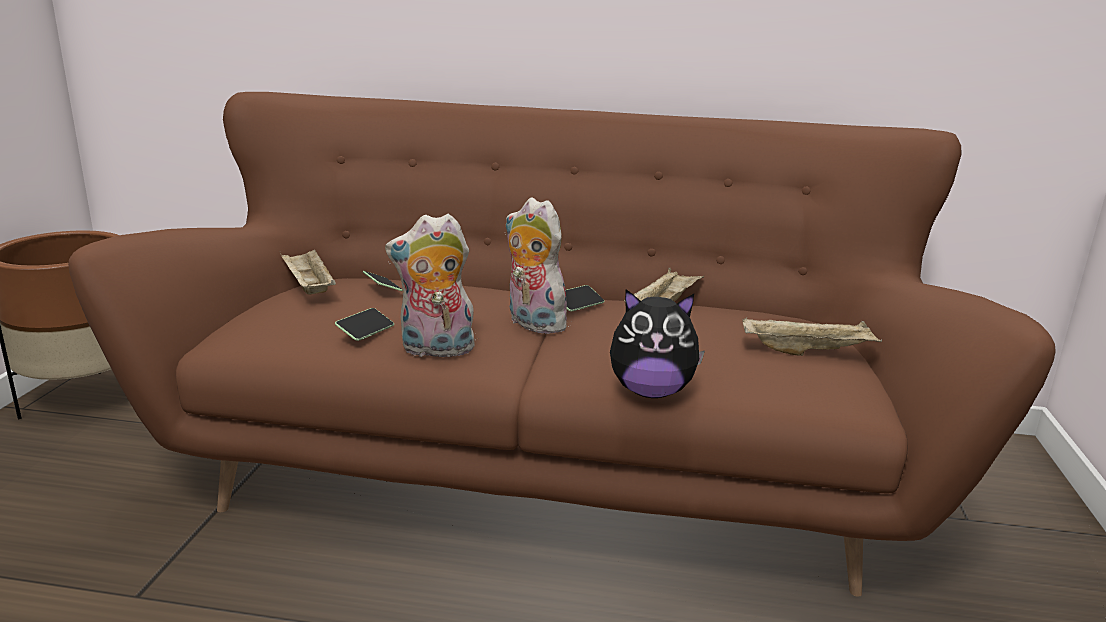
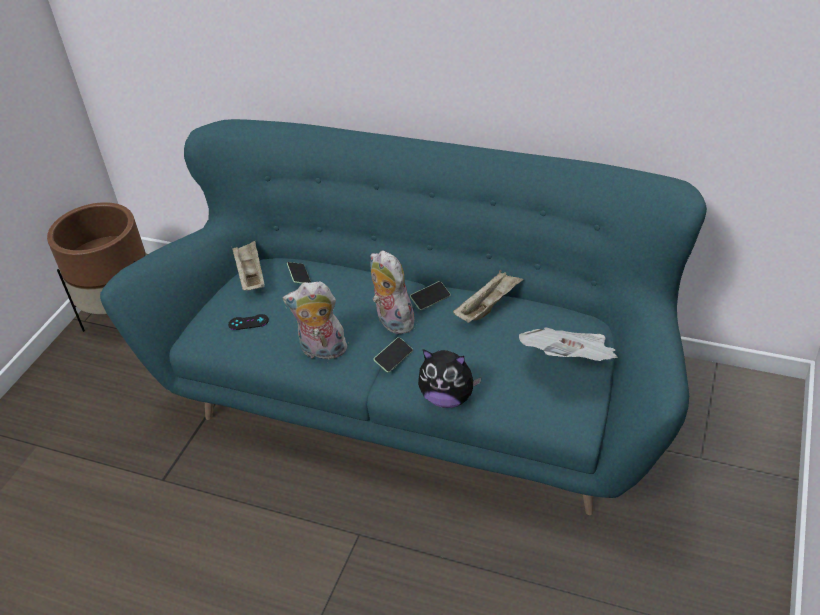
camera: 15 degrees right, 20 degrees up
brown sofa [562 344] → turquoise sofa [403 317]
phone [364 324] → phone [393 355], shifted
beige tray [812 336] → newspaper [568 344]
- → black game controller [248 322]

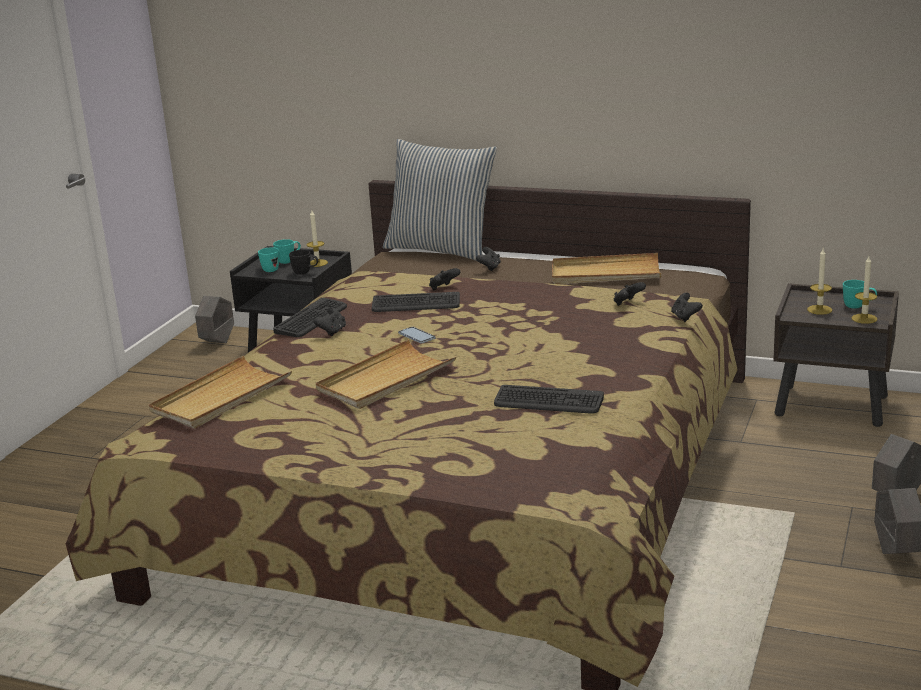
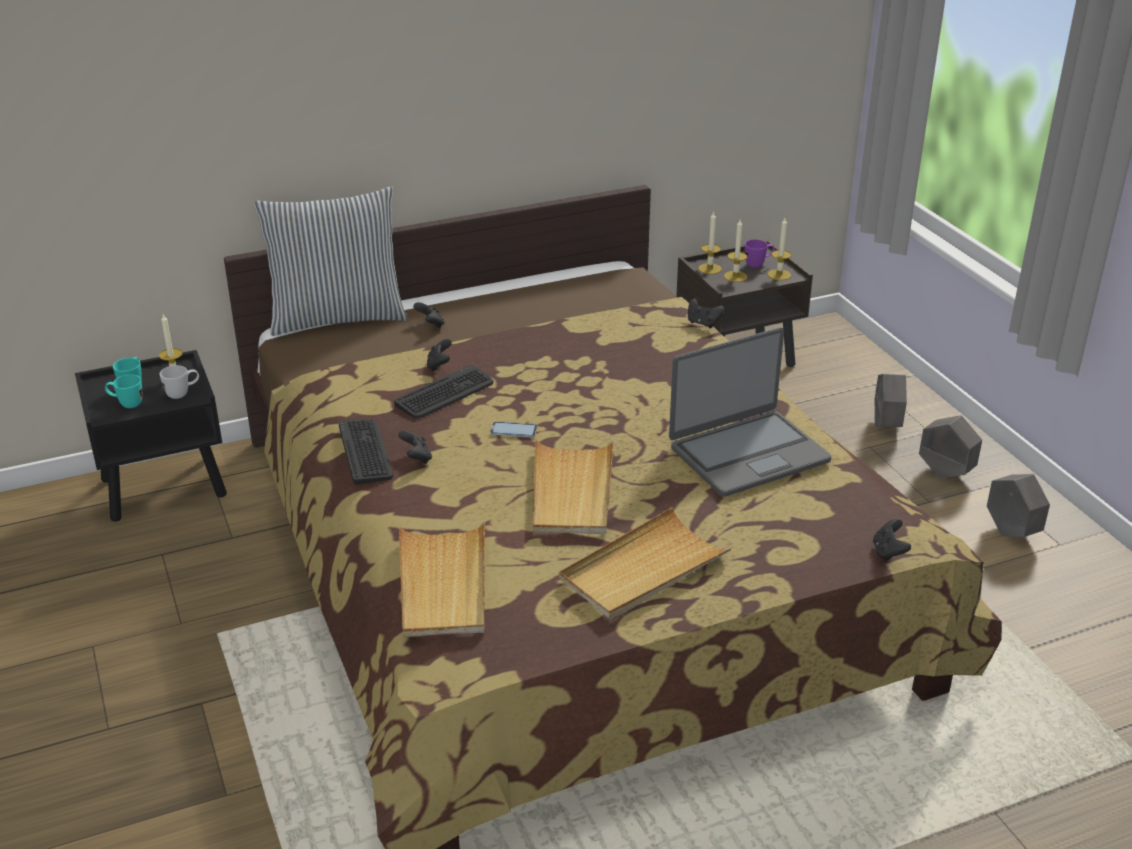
camera: 45 degrees left, 10 degrees up
black mug [303 262] → white mug [179 382]
beige tray [606 268] → beige tray [645 563], shifted
turquoise mug [860 294] → purple mug [760 253]
black game controller [630 294] → black game controller [892 540], shifted
grey planter [214 319] → grey planter [1018 505], shifted
keyboard [549 399] → laptop [750 412]
- → candle [709 242]

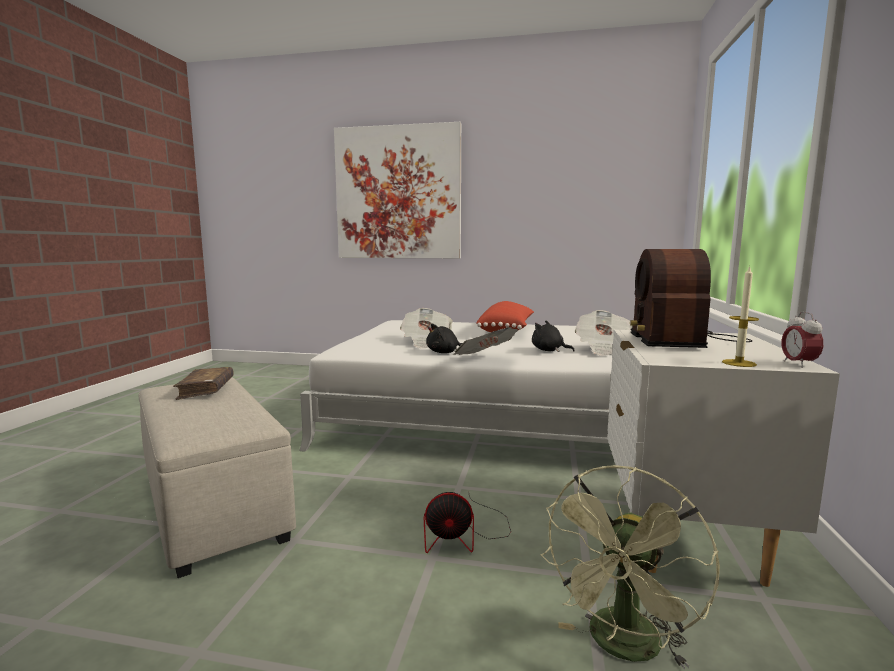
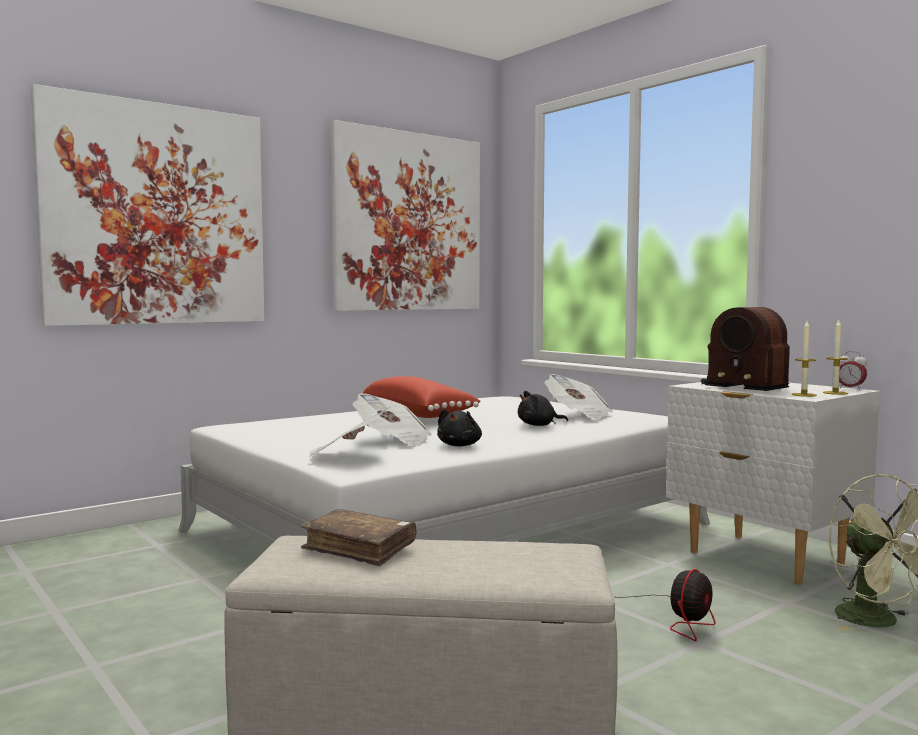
camera: 50 degrees left, 5 degrees down
newspaper [485 341] → newspaper [350 432], shifted
- → picture [405 215]
- → candle [804 359]

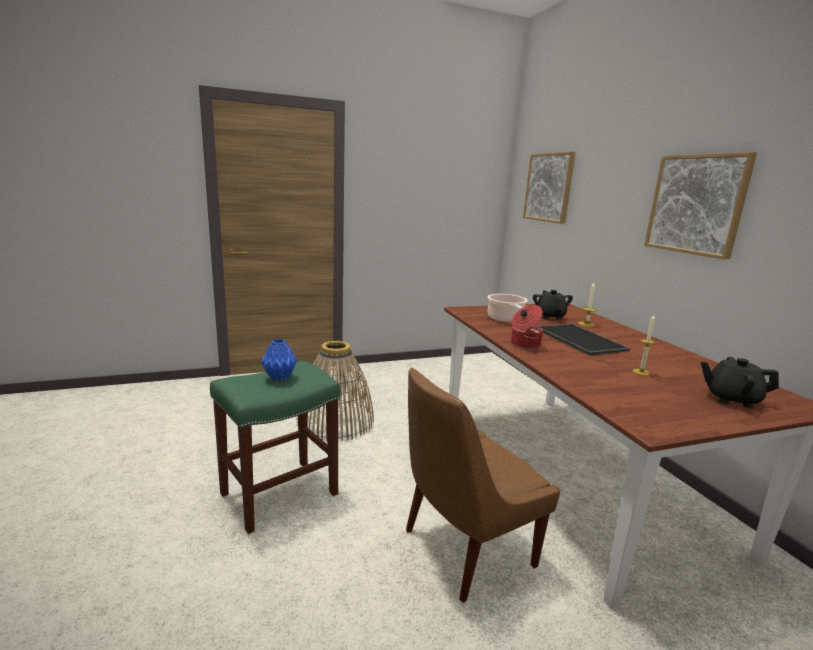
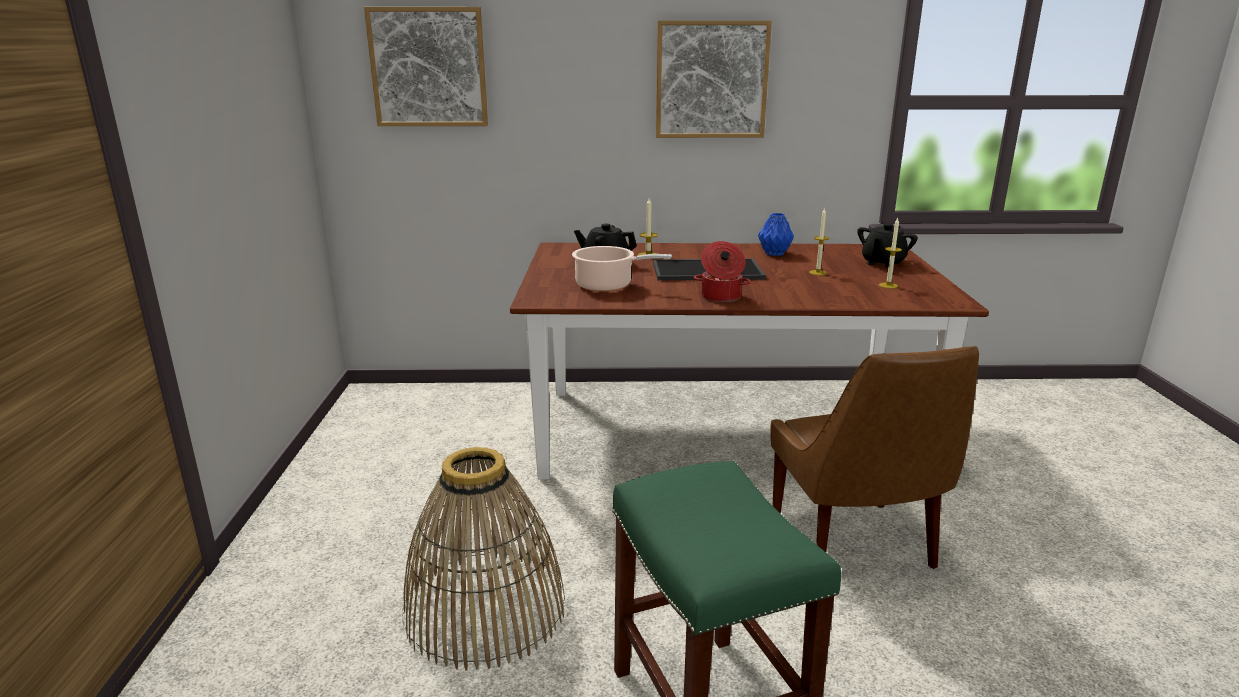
camera: 70 degrees left, 5 degrees up
blue vase [279 360] → blue vase [776 234], shifted
- → candle [890 253]

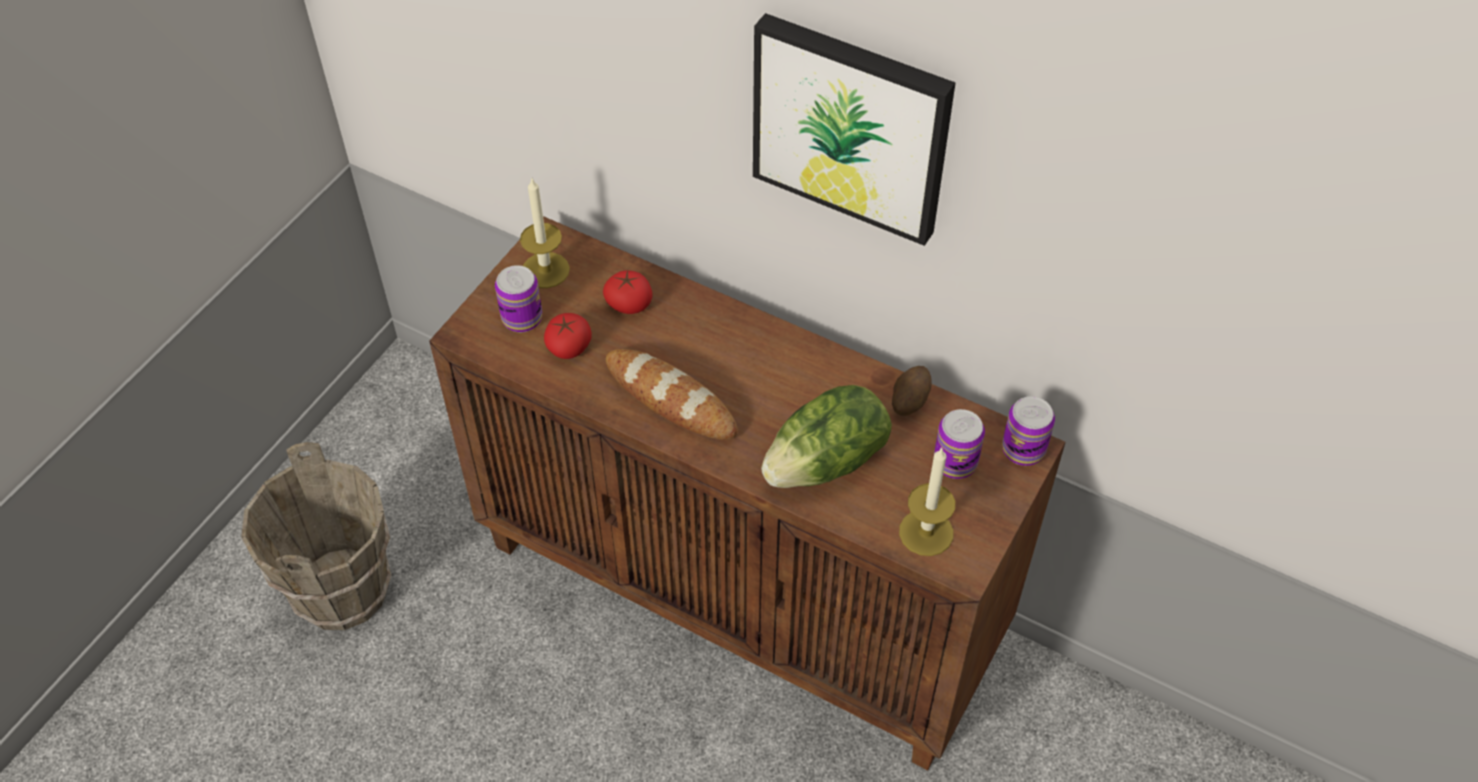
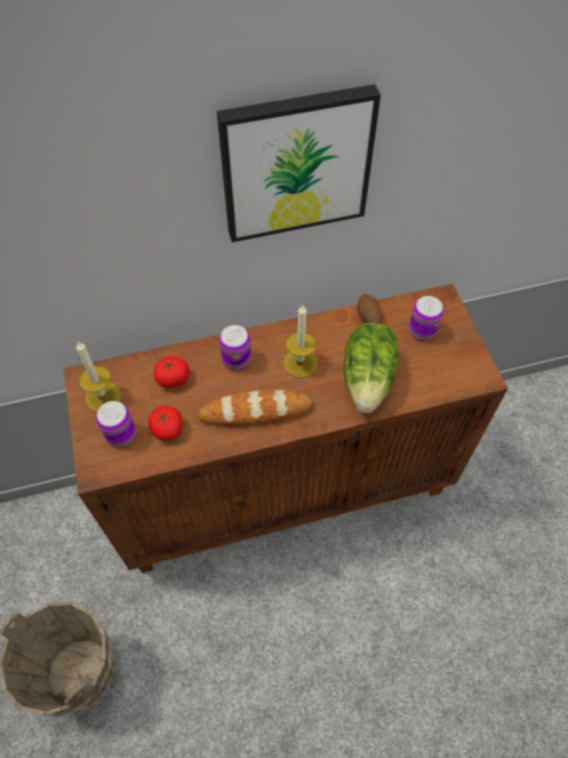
camera: 45 degrees left, 5 degrees up
can [1028 431] → can [235 348], shifted
candle [927 502] → candle [300 341], shifted

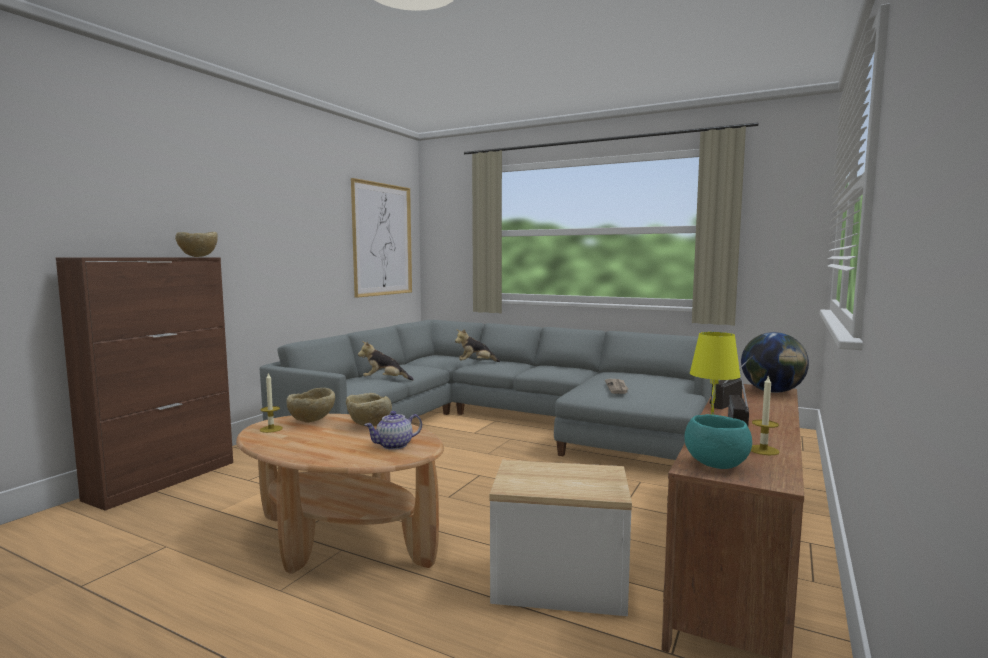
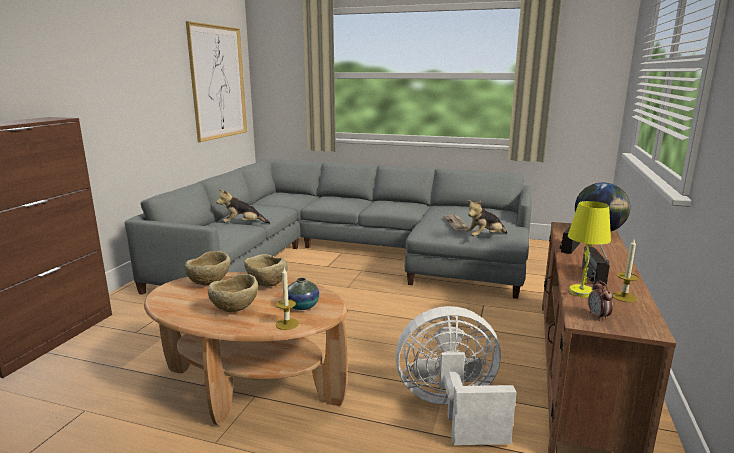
camera: 10 degrees left, 10 degrees up
beige bowl [196 244] → beige bowl [233 293], shifted
plush toy [477 345] → plush toy [486 218], shifted
candle [271 403] → candle [287 299], shifted
teapot [393 430] → vase [303 294]
turquoise bowl [718 441] → alarm clock [600 301]
side table [560 538] → white fan [456 375]

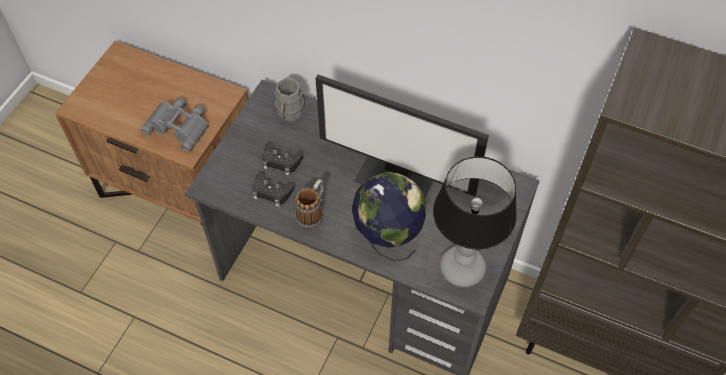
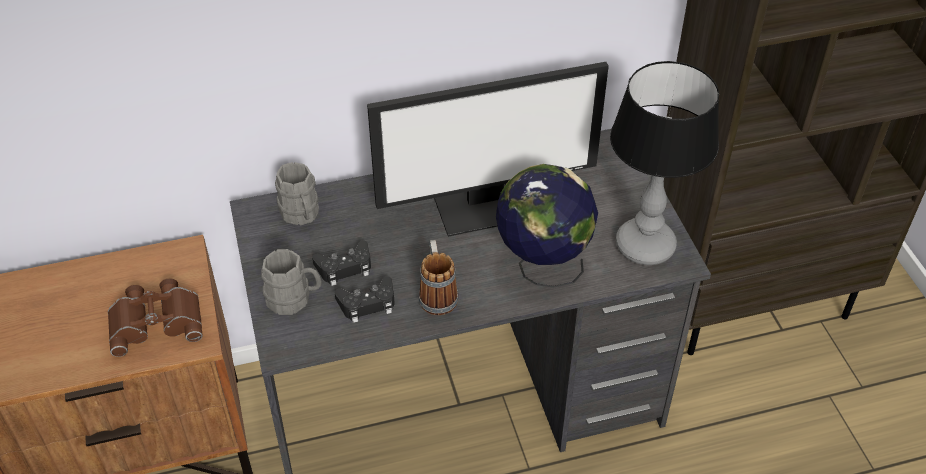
camera: 40 degrees left, 10 degrees down
grey binoculars [175 124] → brown binoculars [155 317]
- → grey mug [291 282]

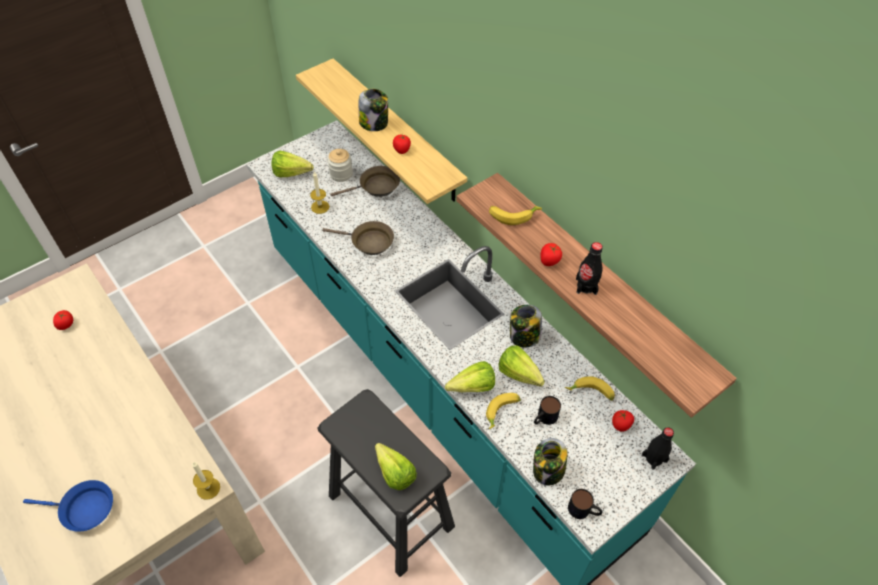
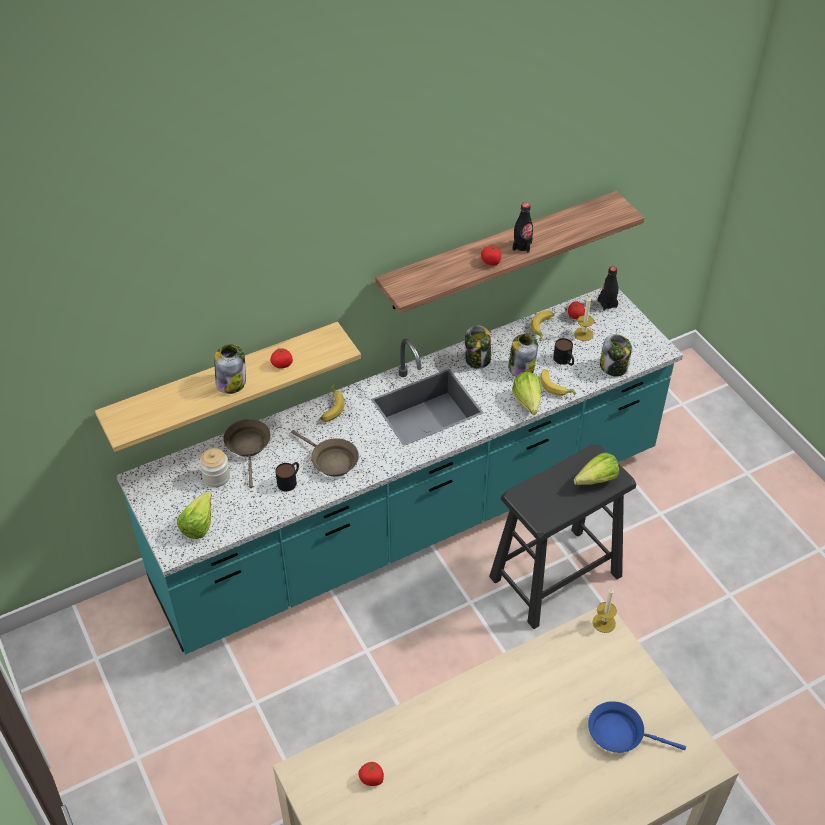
camera: 80 degrees left, 5 degrees down
candle [319 193] → candle [584 319], shifted
banana [515 215] → banana [332 403], shifted
brown frying pan [358 238] → brown frying pan [325 453], 105 degrees clockwise
lettuce [522 366] → jar [523 355]
blue frying pan [68 506] → blue frying pan [637 727], 90 degrees counterclockwise
mug [585 504] → mug [287 476], shifted

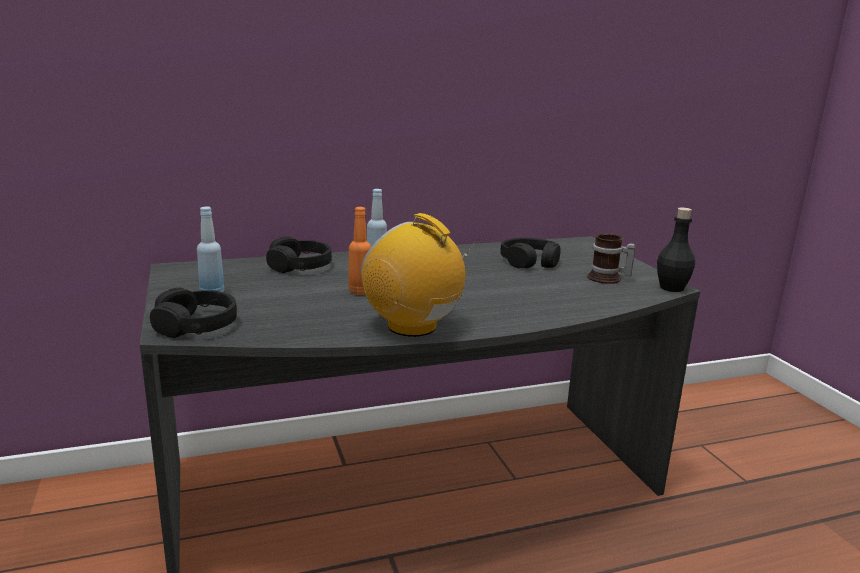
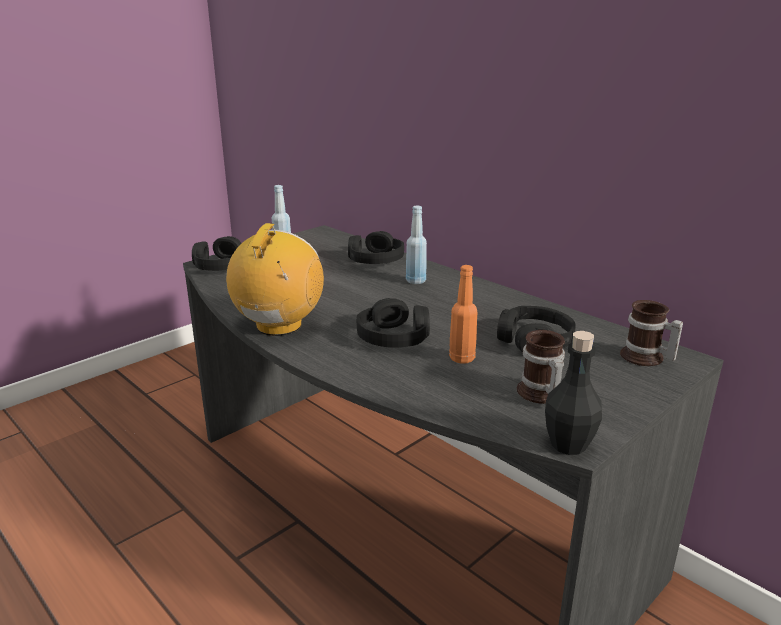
camera: 65 degrees right, 5 degrees up
orange bottle [360 251] → orange bottle [463 314], shifted
- → black headphones [393 323]
- → mug [651 333]

